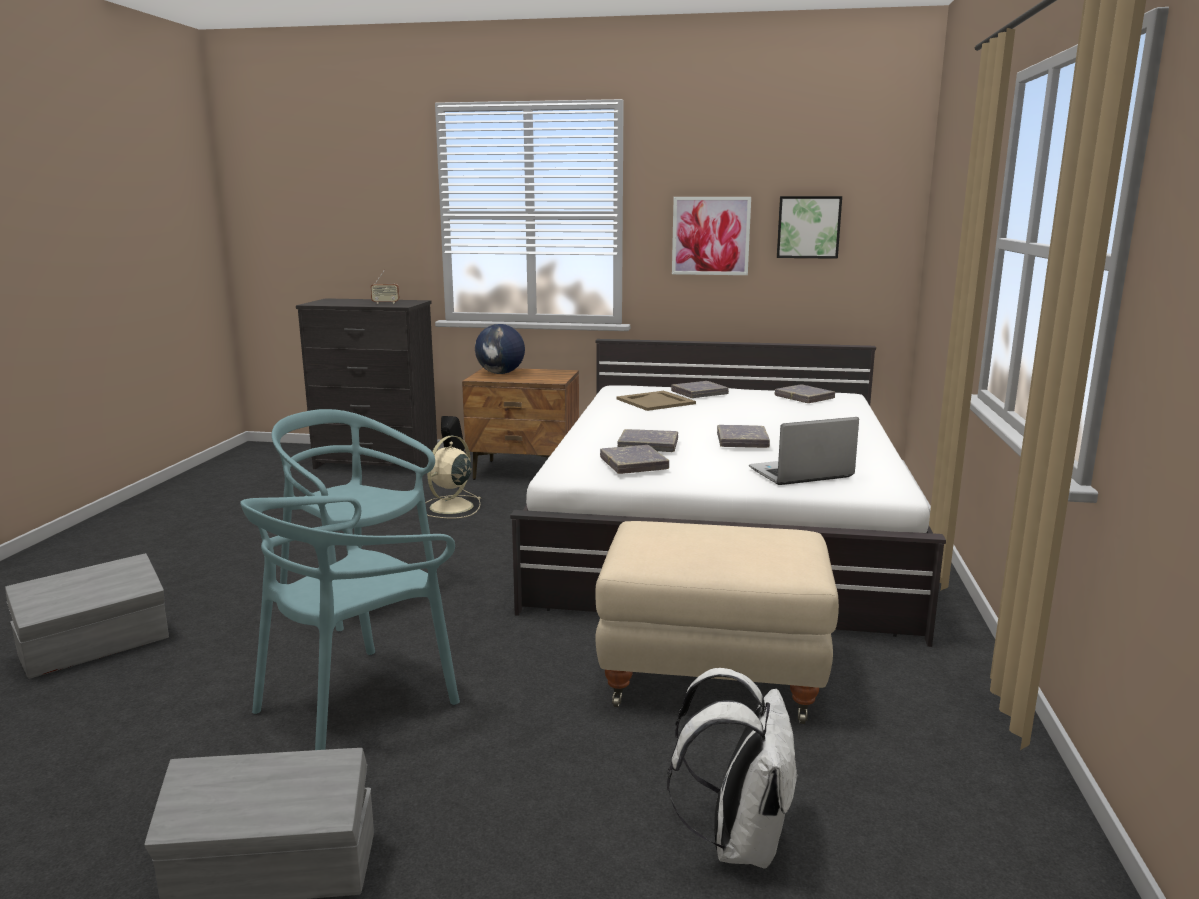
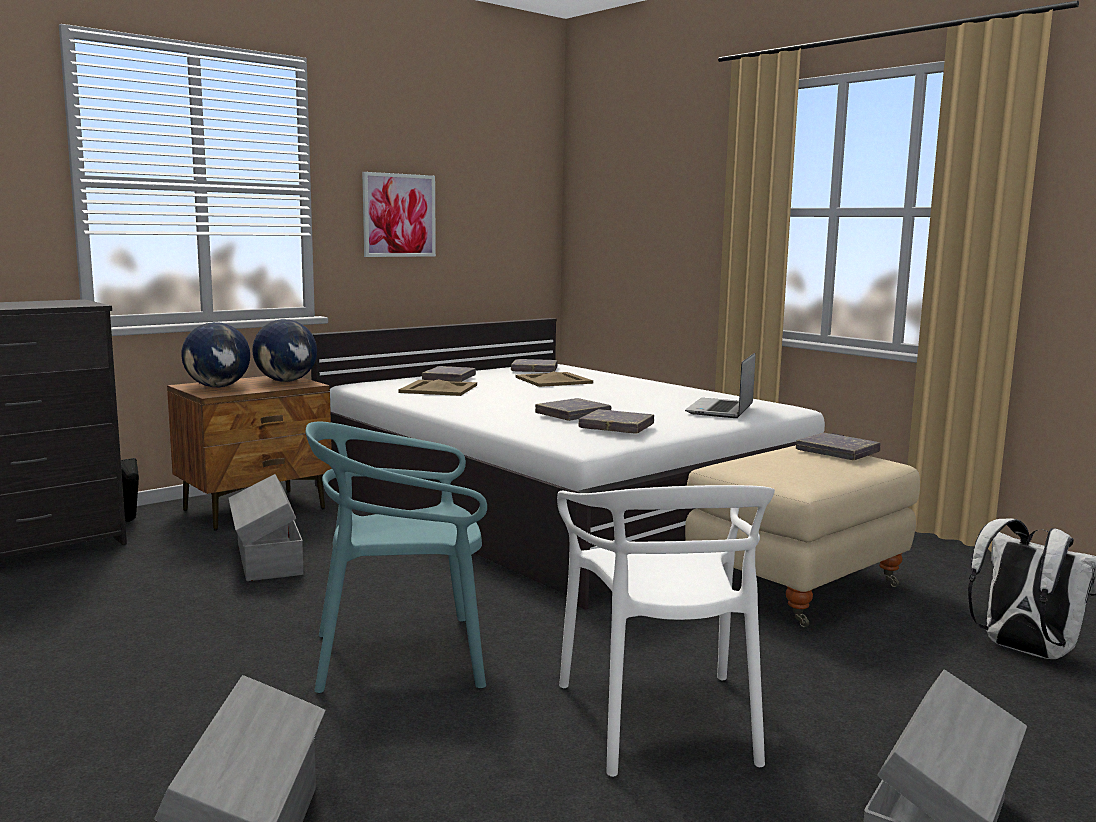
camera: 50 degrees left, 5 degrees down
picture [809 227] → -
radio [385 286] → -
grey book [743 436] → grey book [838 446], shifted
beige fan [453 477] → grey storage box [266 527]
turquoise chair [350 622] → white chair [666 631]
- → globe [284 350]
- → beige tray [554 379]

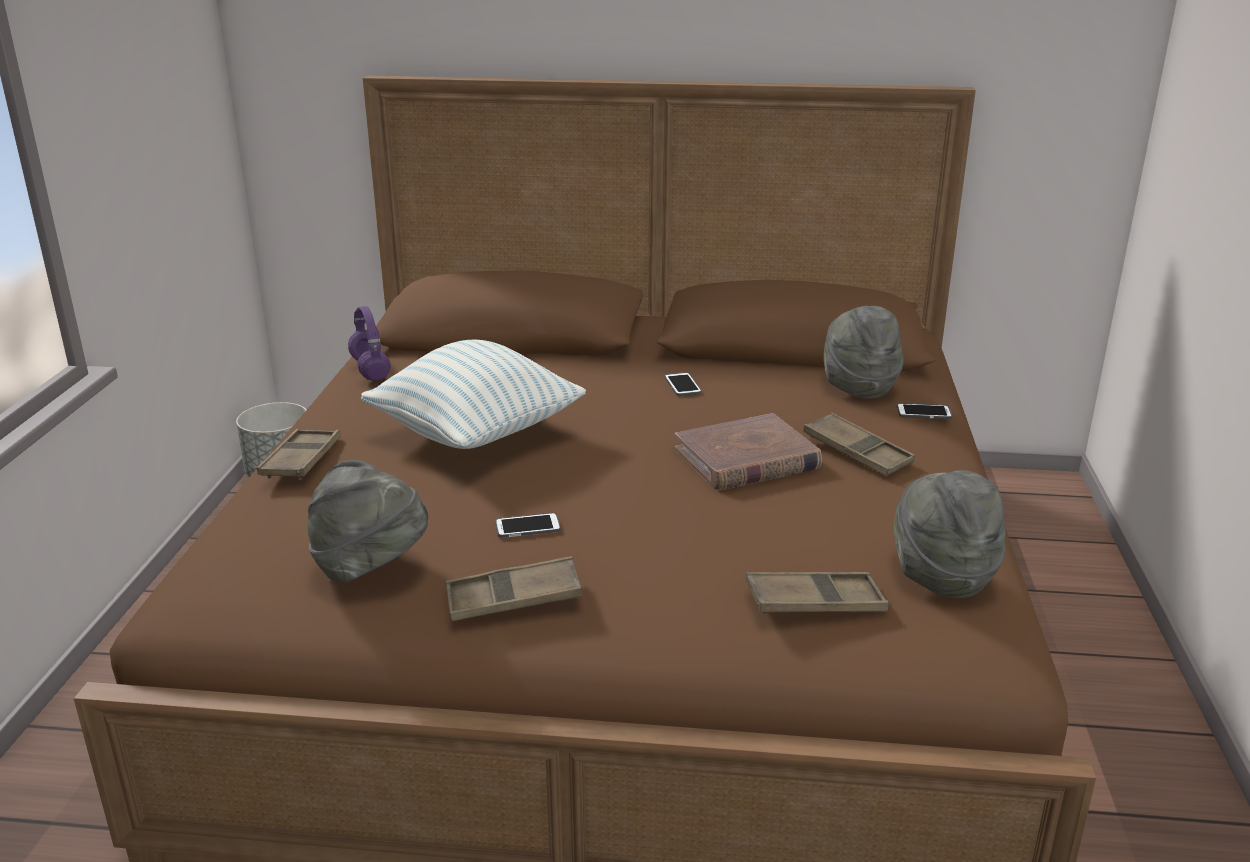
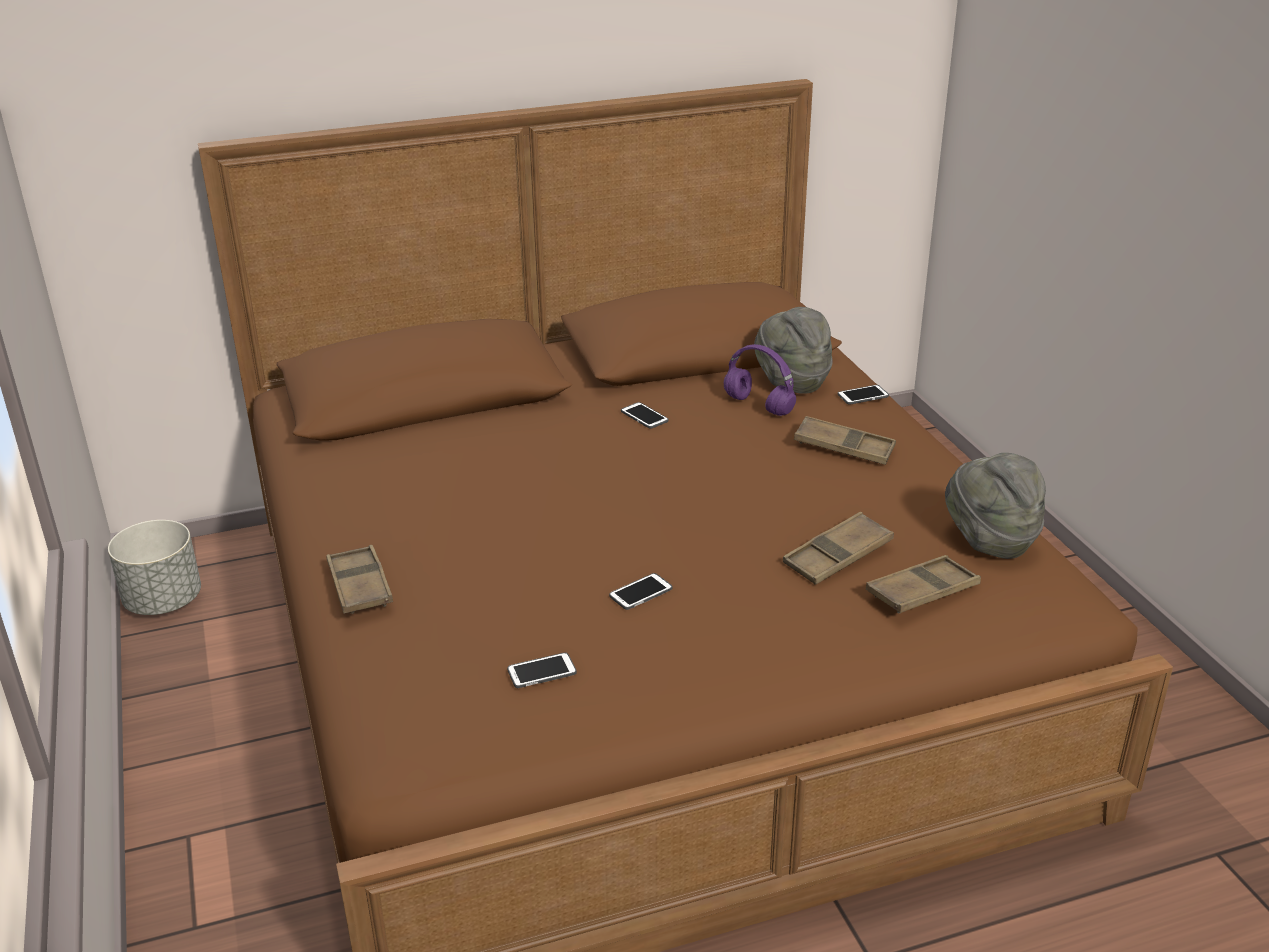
camera: 25 degrees left, 5 degrees up
purple headphones [369 343] → purple headphones [760 380], shifted
pillow [473 394] → -
brown book [748 451] → -
grey hat [368 521] → phone [542 670]
brown tray [514 588] → brown tray [838 548], shifted

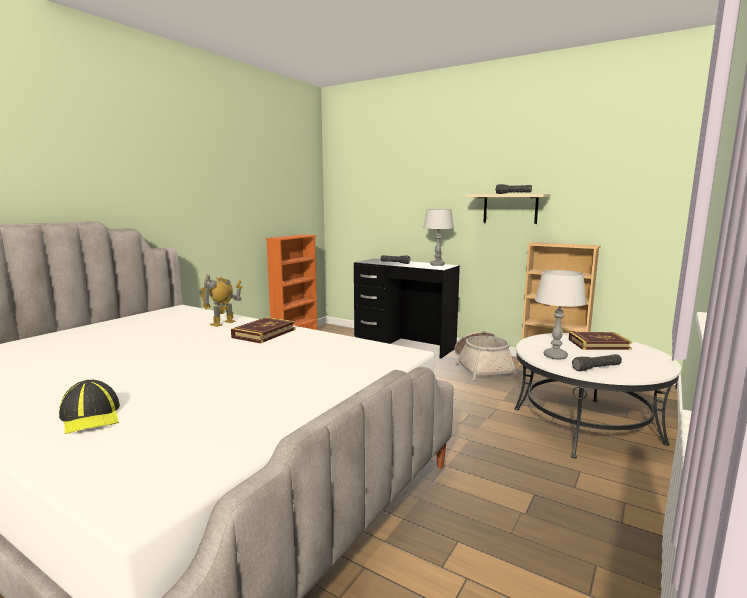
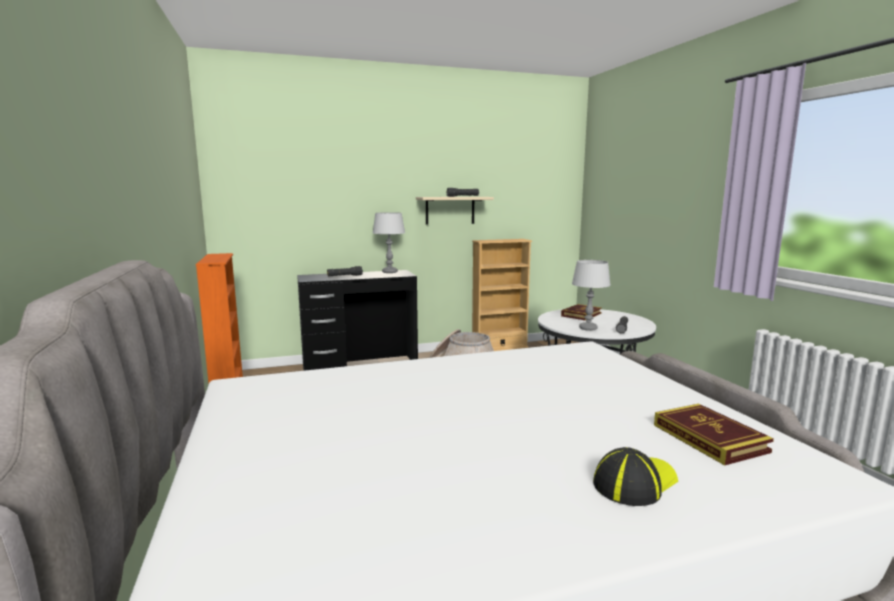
camera: 50 degrees left, 0 degrees up
toy robot [220 300] → -
book [263 330] → book [714 434], shifted
cap [89 407] → cap [635 476], 45 degrees counterclockwise

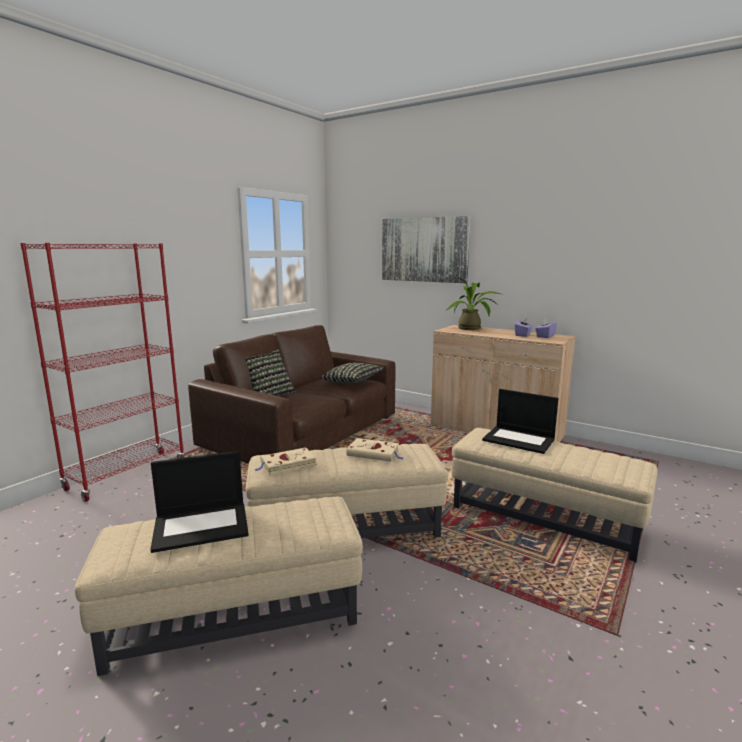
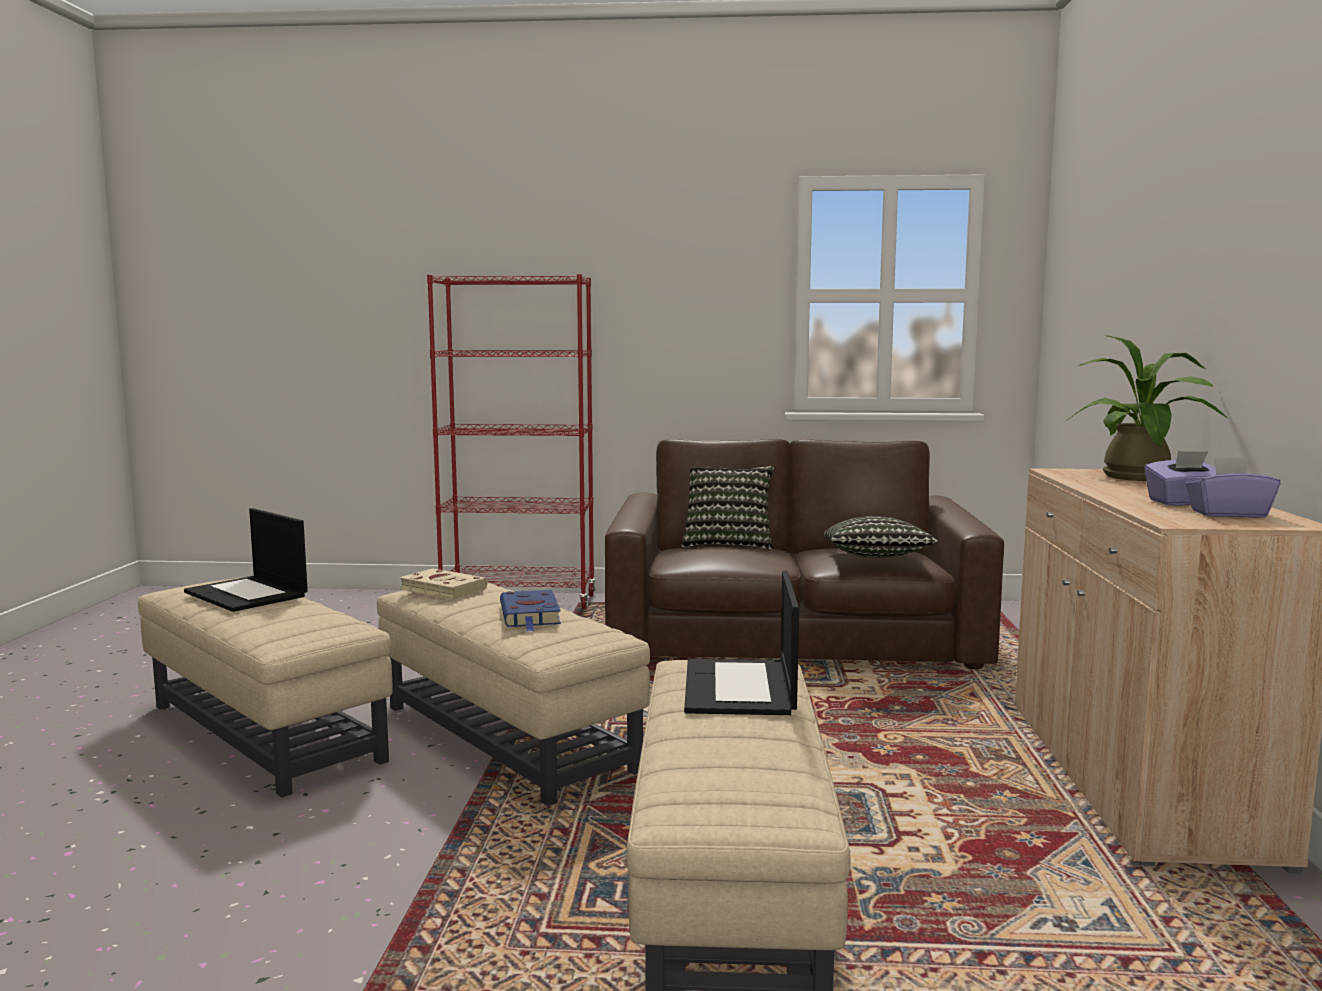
camera: 60 degrees right, 5 degrees down
picture [426 249] → -
beige book [374 450] → blue book [530 611]

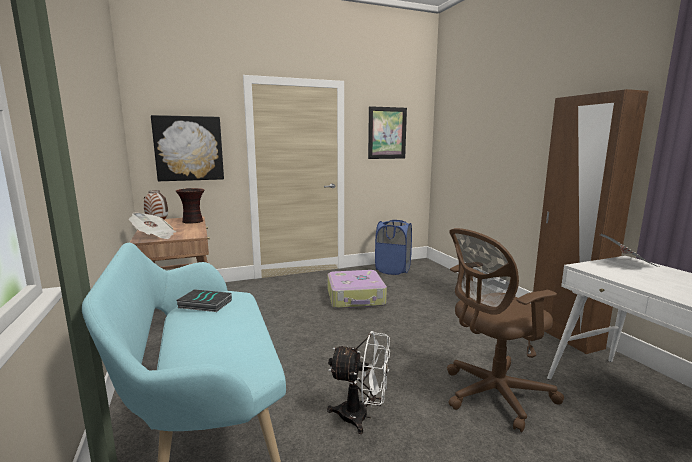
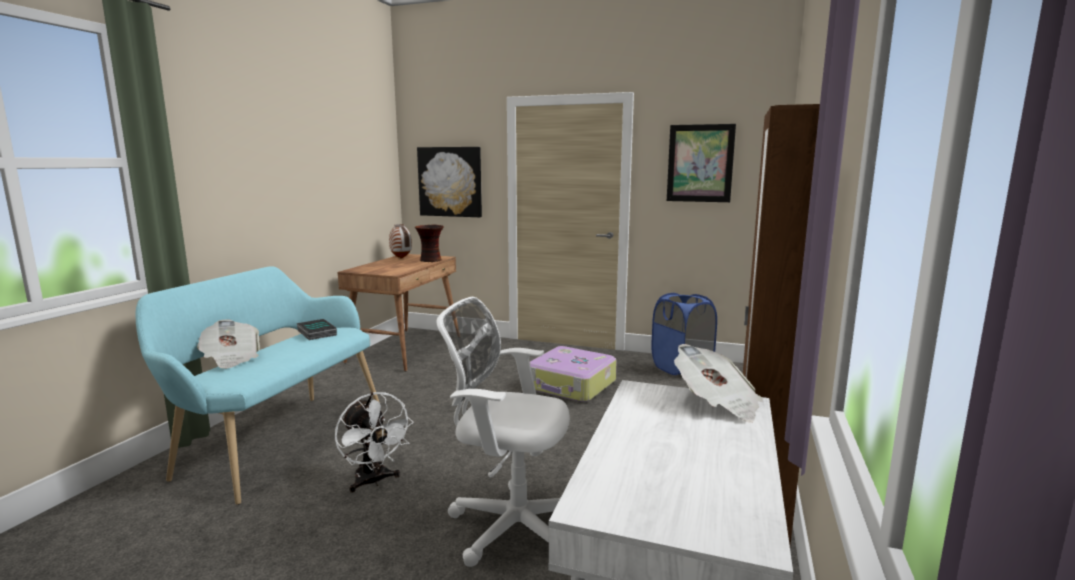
camera: 40 degrees right, 0 degrees up
newspaper [152 226] → newspaper [228 344], shifted
brown office chair [505 330] → white office chair [503 432]

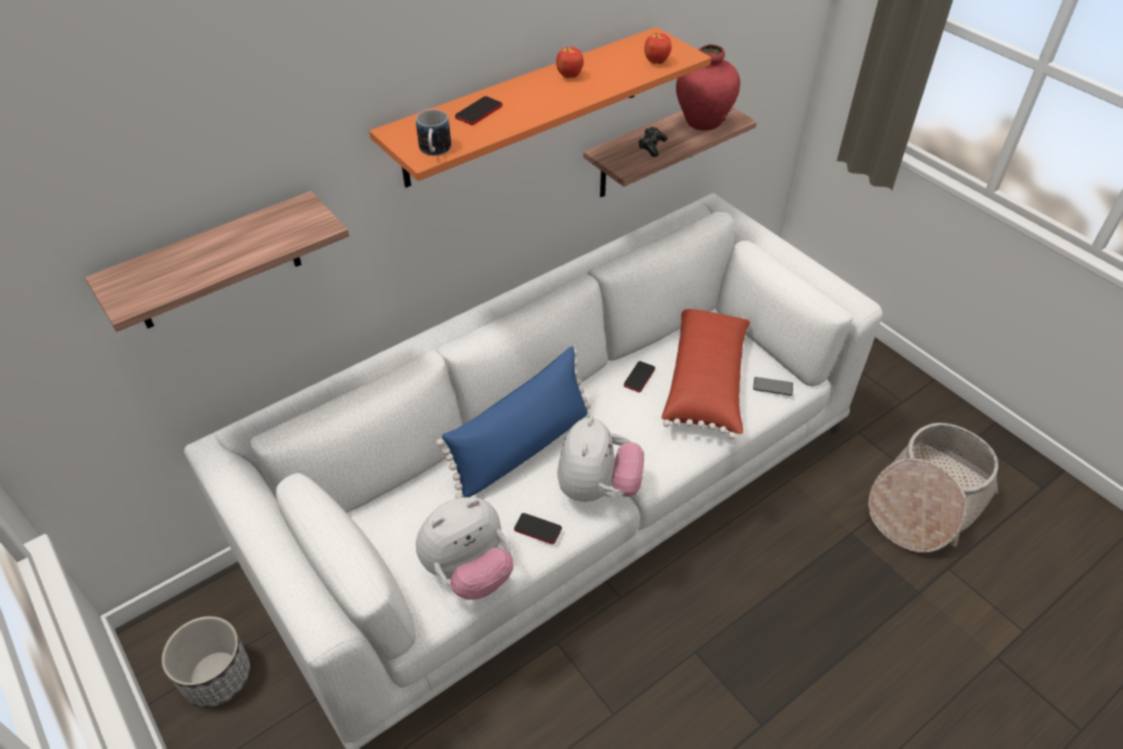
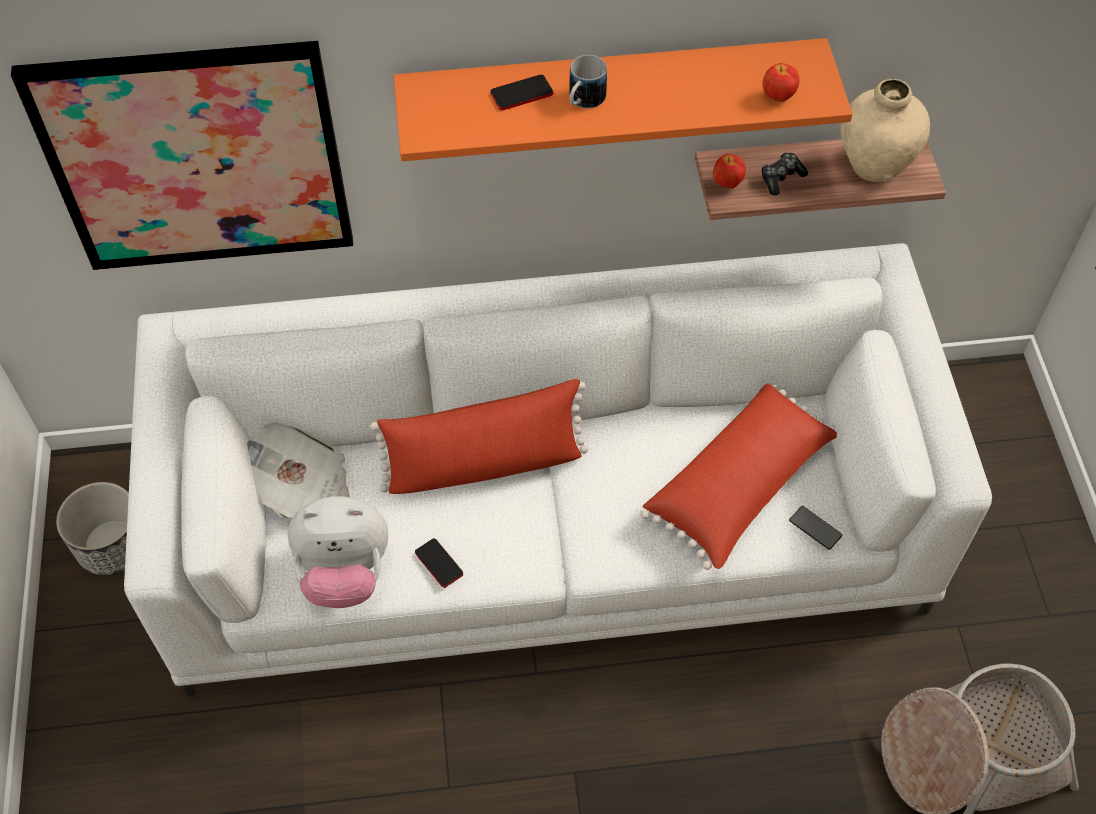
camera: 30 degrees right, 10 degrees up
red vase [708 87] → beige vase [885 130]
apple [570 62] → apple [729 171], shifted
mug [433 132] → mug [588 81], shifted
shelf [217 261] → picture [182 155]
blue pillow [513 422] → red pillow [479 436]
phone [639 376] → -
plush toy [600 459] → -
- → newspaper [298 470]

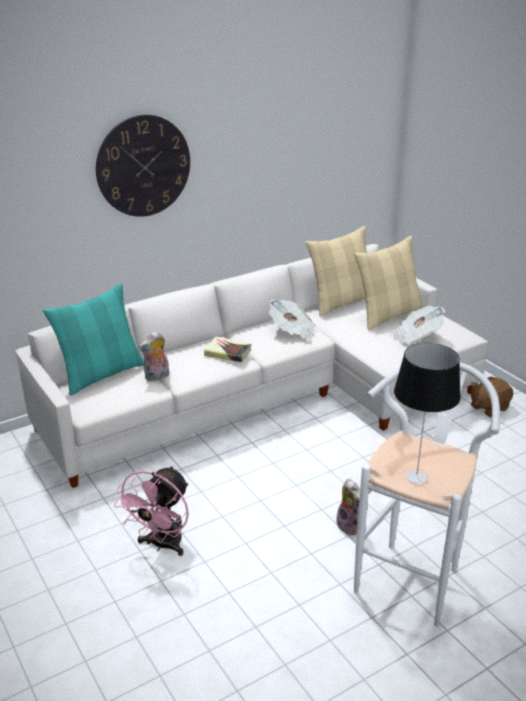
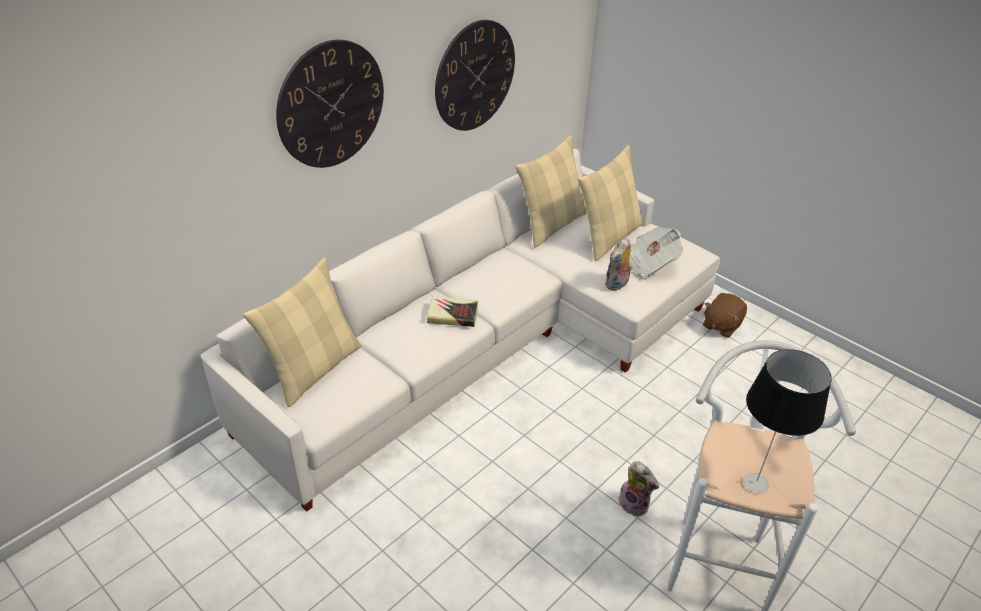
camera: 15 degrees left, 10 degrees up
turquoise pillow [93 339] → beige pillow [302 332]
newspaper [292 319] → -
plush toy [153 355] → plush toy [618 264], shifted
pink fan [151 511] → -
- → wall clock [475 75]

